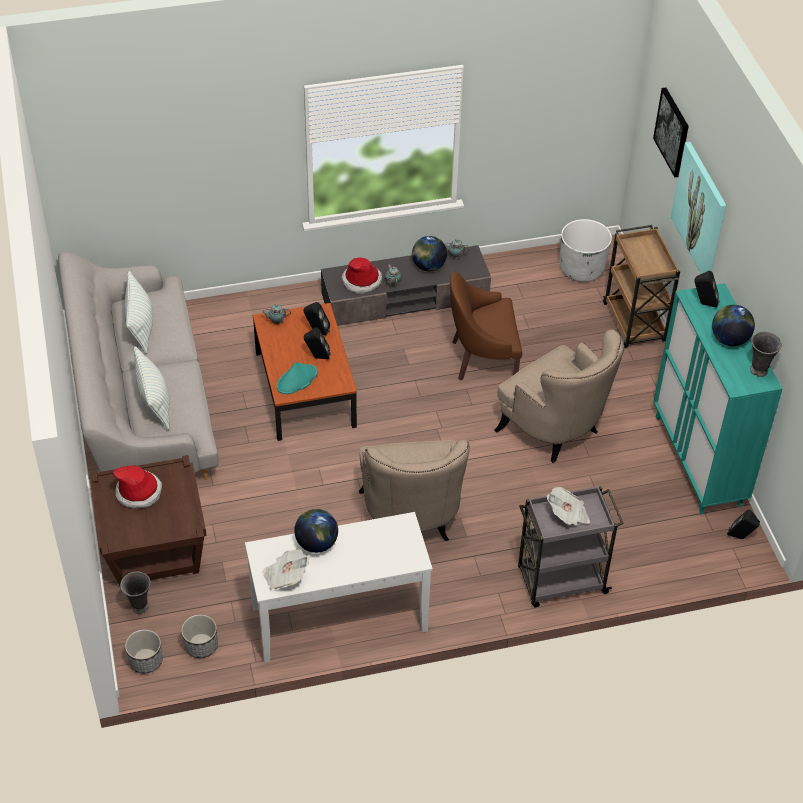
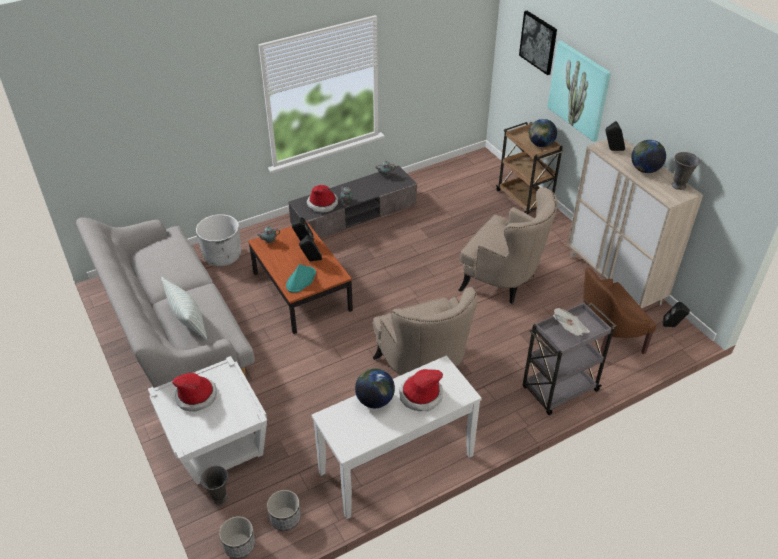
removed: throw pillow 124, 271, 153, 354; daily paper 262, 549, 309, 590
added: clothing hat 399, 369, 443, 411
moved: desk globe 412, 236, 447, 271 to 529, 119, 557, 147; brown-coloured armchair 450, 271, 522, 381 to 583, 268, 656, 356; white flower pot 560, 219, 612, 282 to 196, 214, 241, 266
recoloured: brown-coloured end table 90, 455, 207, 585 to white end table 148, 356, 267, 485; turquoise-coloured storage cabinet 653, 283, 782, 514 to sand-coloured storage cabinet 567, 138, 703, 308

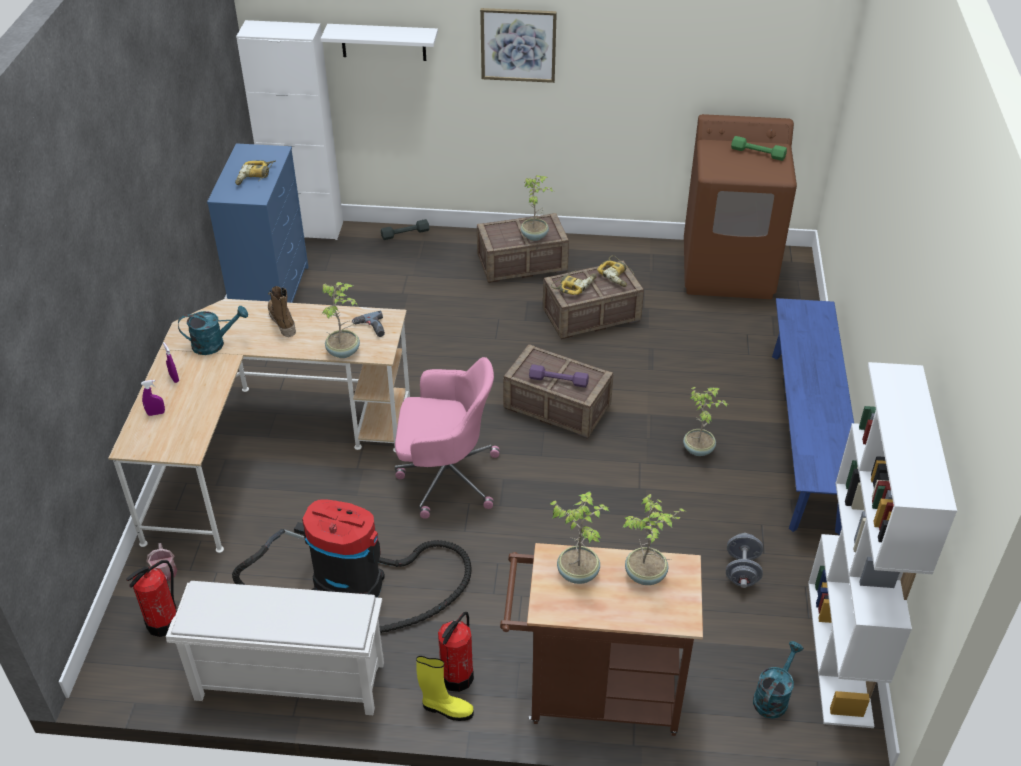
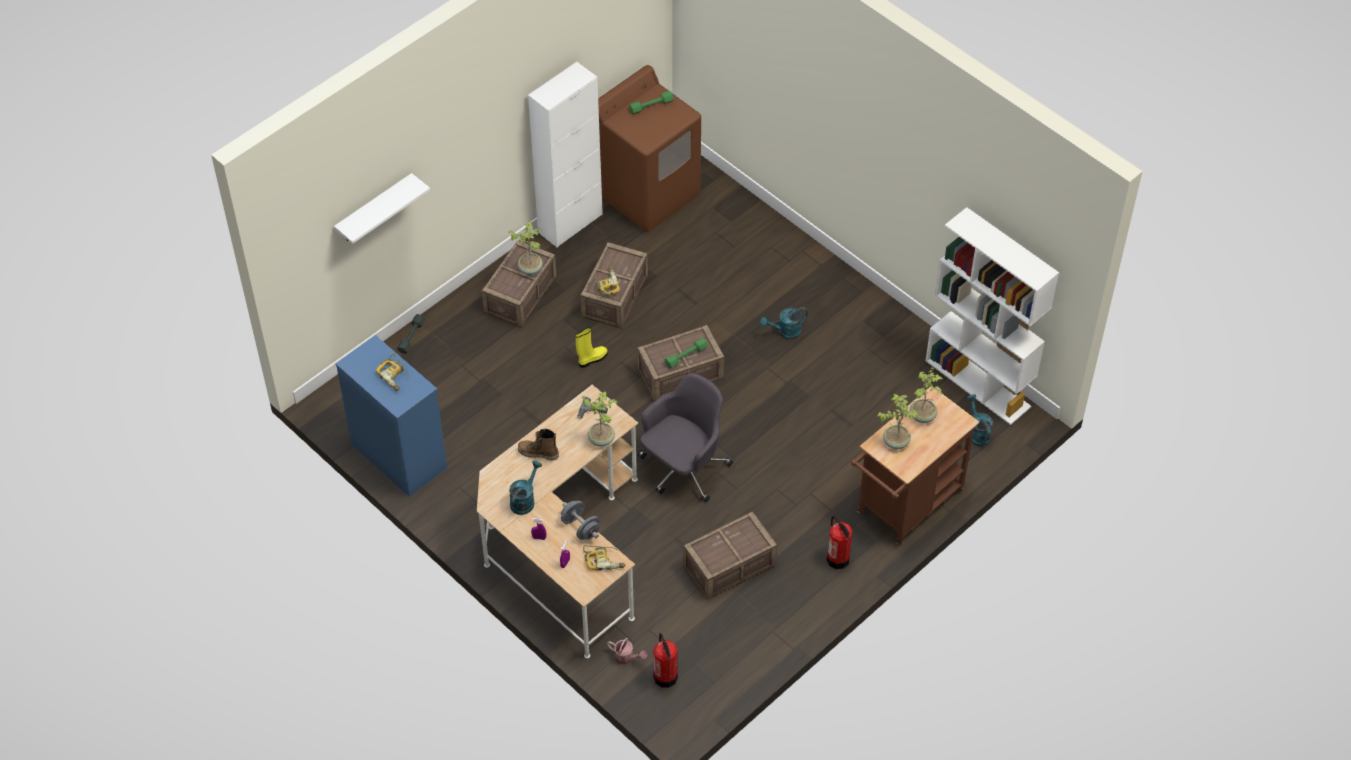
removed: white shoe shelf 166, 581, 384, 715; wall art 480, 8, 557, 83; blue-coloured indoor bench 772, 298, 854, 535
moved: white storage cabinet 236, 20, 343, 240 to 528, 62, 603, 248; yellow-coloured high-top boot 416, 656, 474, 721 to 576, 327, 608, 368; power drill 597, 255, 634, 287 to 583, 545, 626, 571; grey hand weight 726, 533, 763, 588 to 561, 501, 600, 540
replaced: vacuum cleaner 232, 499, 471, 633 to packing crate 683, 511, 778, 599; houseplant 683, 387, 730, 456 to turquoise-coloured watering can 760, 307, 807, 339
recoloured: pink-coloured computer chair 395, 357, 500, 519 to grey computer chair 638, 374, 733, 502; purplish hand weight 529, 364, 589, 388 to greenish hand weight 665, 338, 708, 368

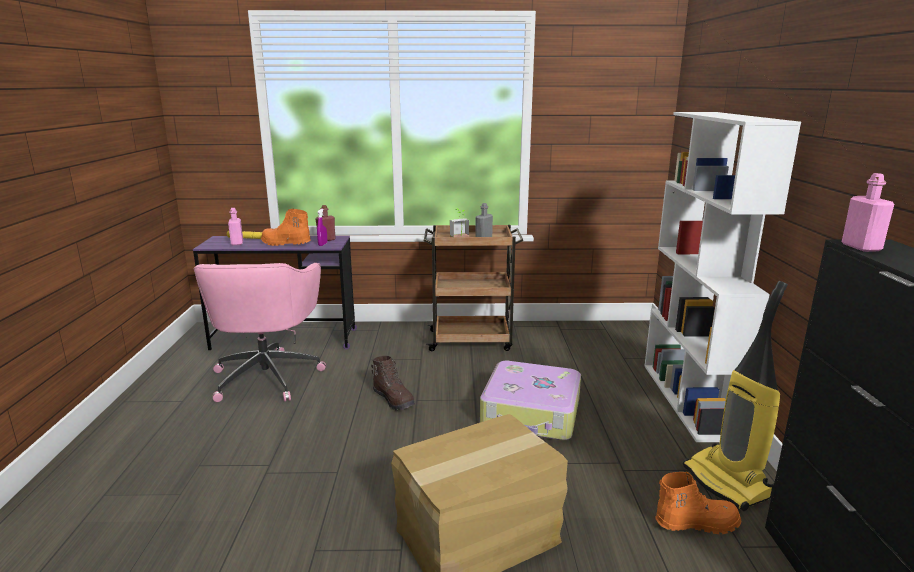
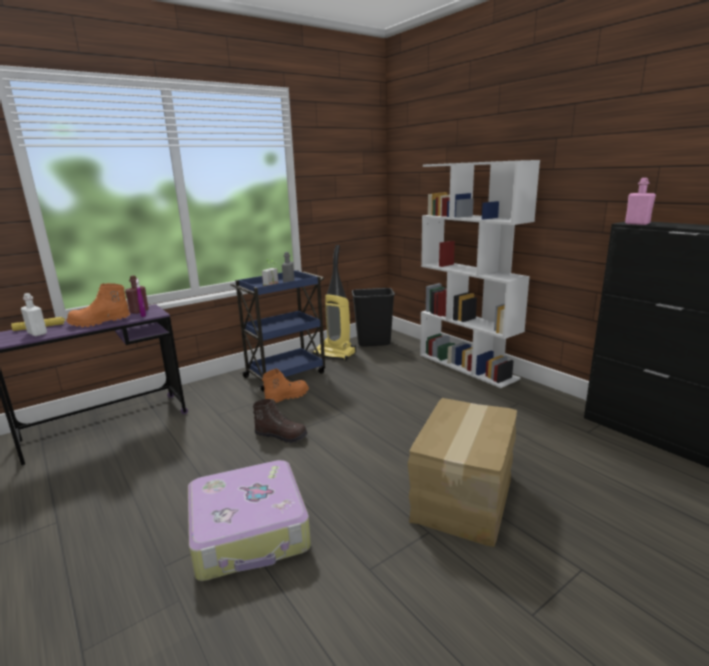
removed: pink-coloured computer chair 194, 263, 326, 402
added: blackish waste bin 352, 288, 395, 347
moved: piece of luggage 480, 361, 581, 440 to 188, 460, 311, 581; orange high-top boot 655, 471, 742, 534 to 262, 368, 309, 403; vacuum cleaner 683, 281, 788, 511 to 313, 245, 356, 361
recoloured: pink-coloured bottle 228, 208, 243, 246 to white bottle 21, 293, 47, 336; brown-coloured cart 424, 225, 524, 351 to blue-coloured cart 230, 270, 325, 392

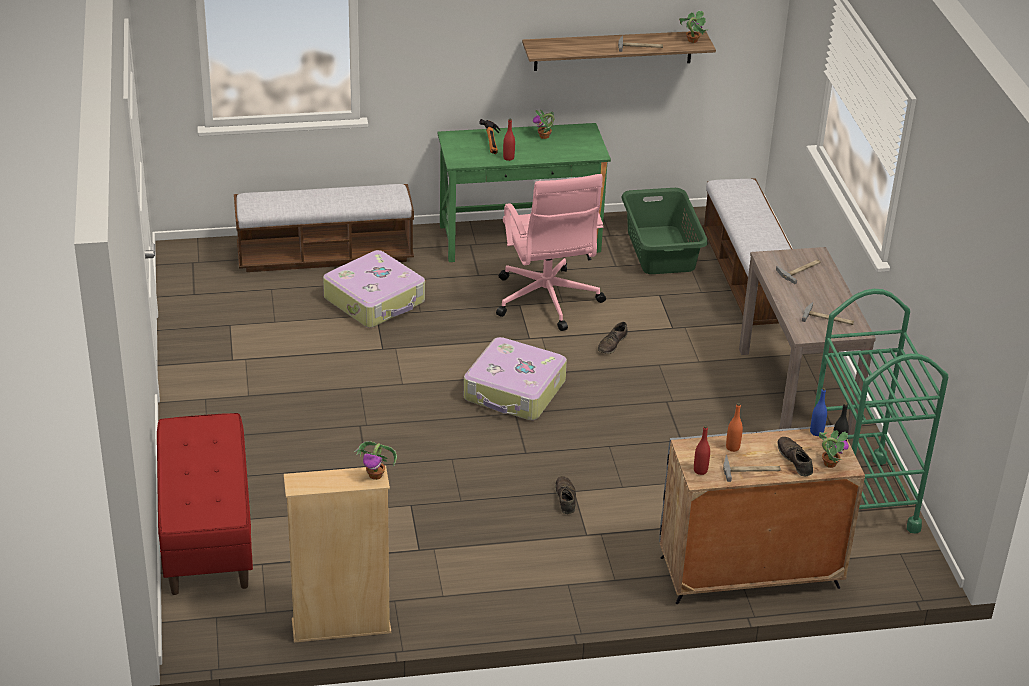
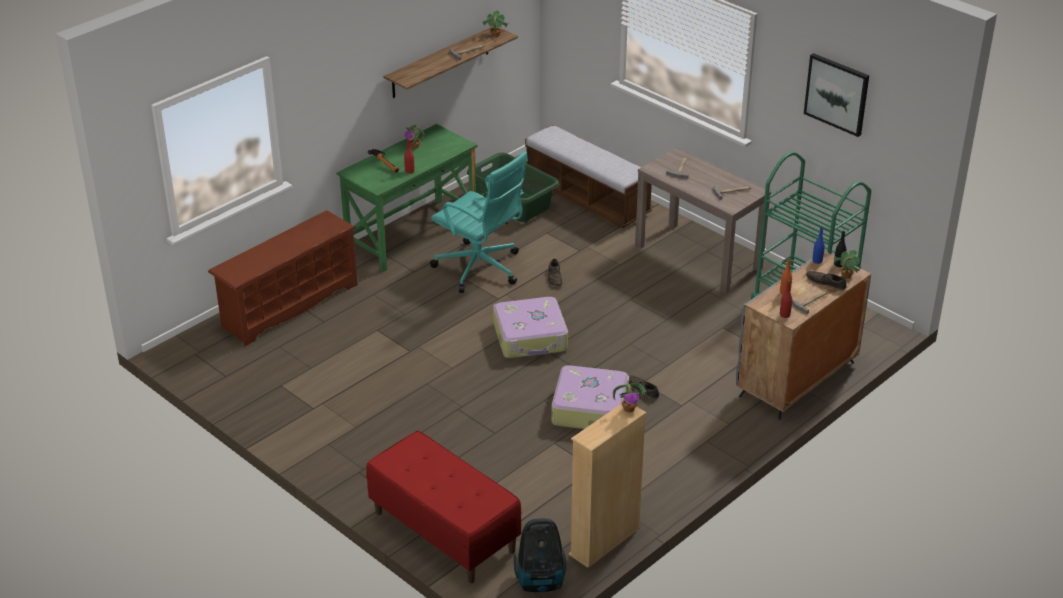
added: vacuum cleaner 514, 518, 566, 592; wall art 804, 53, 869, 137
moved: piece of luggage 323, 250, 425, 327 to 551, 365, 629, 429
replaced: indoor bench 234, 184, 414, 272 to brown-coloured shoe shelf 208, 210, 358, 346
recoloured: pink-coloured computer chair 496, 174, 606, 331 to turquoise-coloured computer chair 430, 151, 528, 293

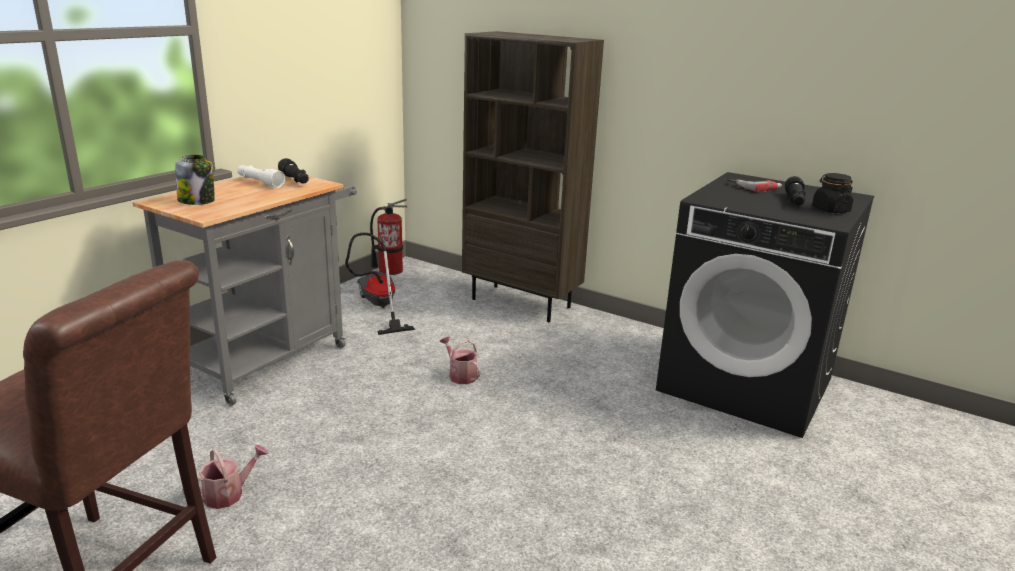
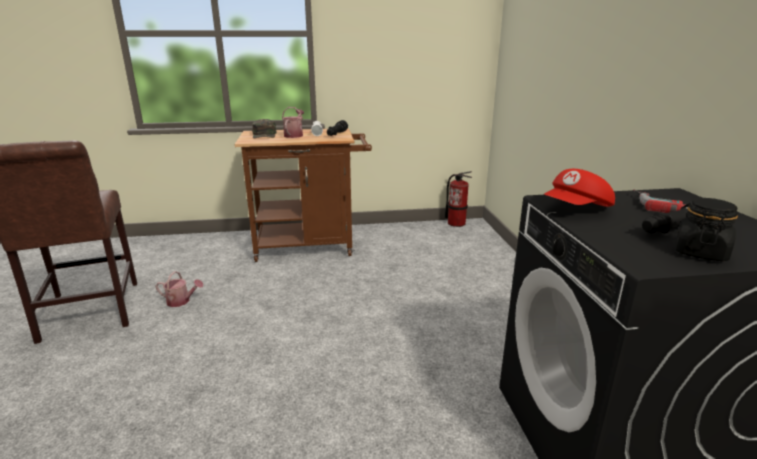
removed: vacuum cleaner 345, 233, 415, 335; brown-coloured bookcase 462, 31, 604, 322
added: reddish baseball cap 544, 169, 615, 207
moved: watering can 440, 336, 481, 384 to 282, 107, 304, 138
replaced: preserve jar 175, 154, 215, 205 to greenish baseball cap 252, 119, 277, 138
recoloured: grey cart 133, 169, 357, 406 to brown-coloured cart 234, 128, 372, 262

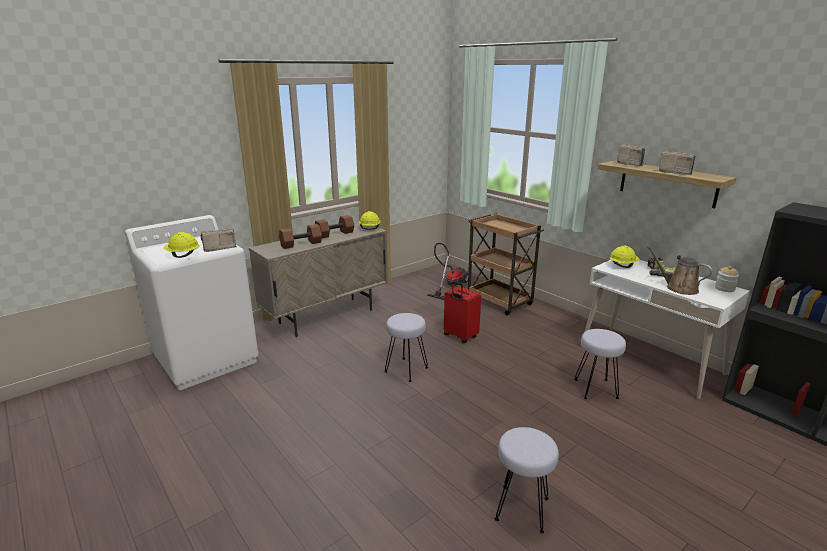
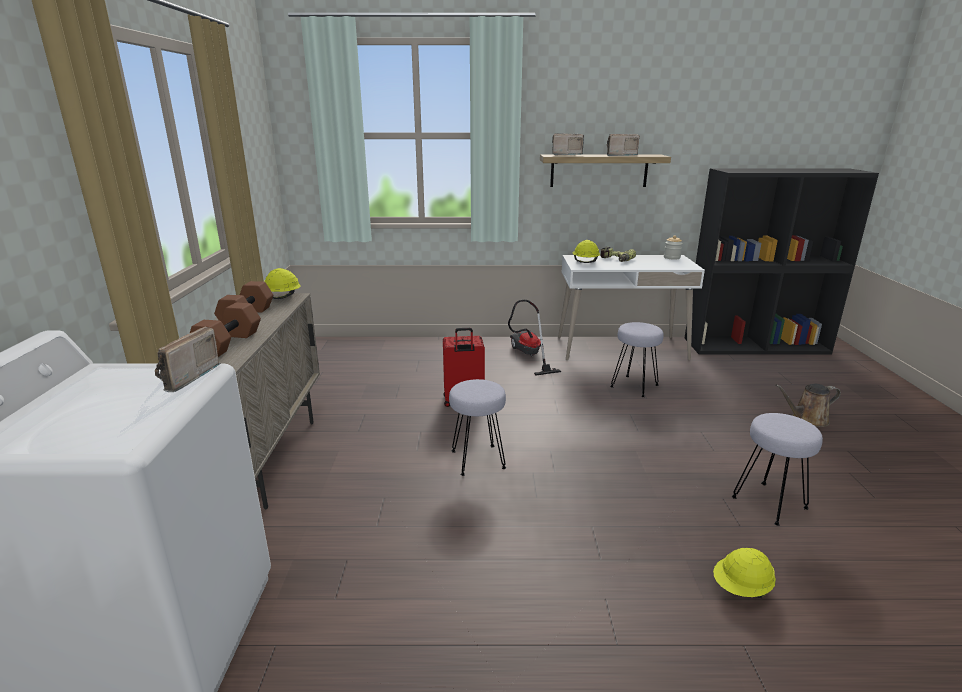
removed: brown-coloured cart 468, 214, 544, 316
moved: yellow-coloured work helmet 163, 232, 200, 258 to 713, 548, 776, 598; vacuum cleaner 427, 243, 468, 300 to 508, 300, 561, 376; brown-coloured watering can 647, 246, 713, 295 to 775, 384, 841, 427

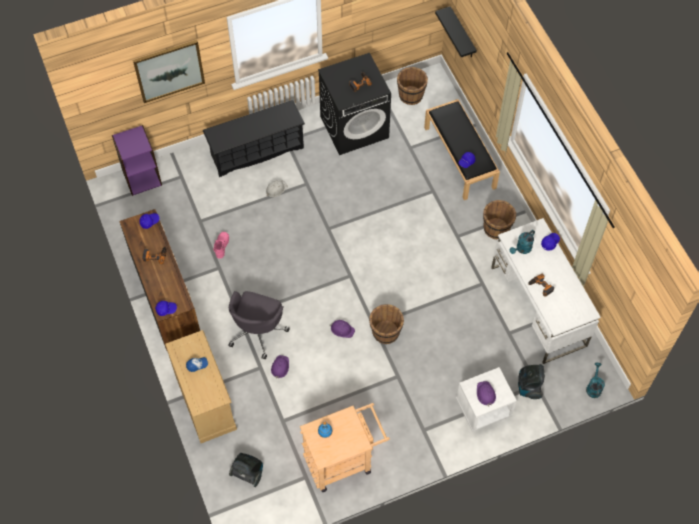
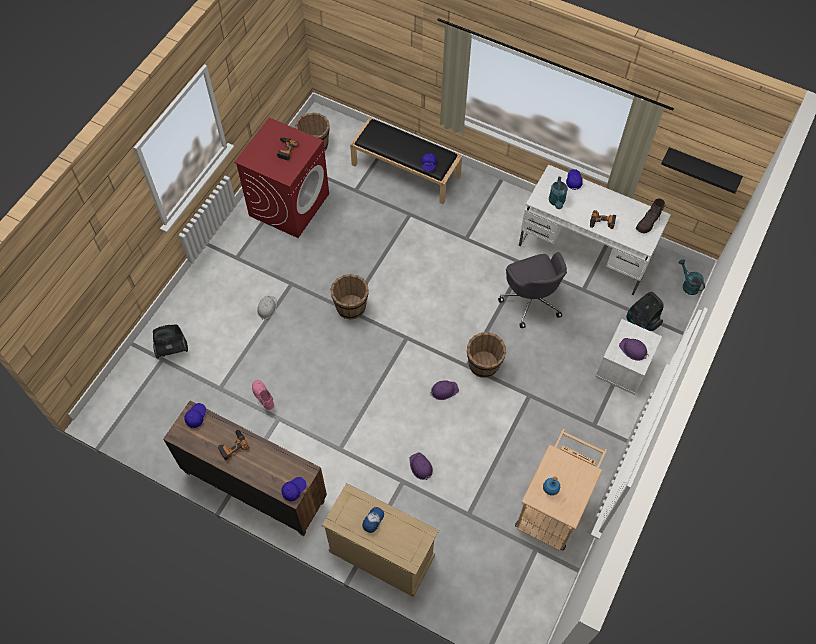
removed: purplish bookcase 112, 125, 162, 196; wall art 133, 40, 205, 103; blackish shoe shelf 203, 100, 305, 177
added: brown-coloured high-top boot 636, 198, 665, 234
moved: grey computer chair 228, 291, 290, 359 to 498, 252, 567, 328; vacuum cleaner 229, 453, 263, 487 to 153, 324, 188, 359; blackish wall shelf 435, 6, 477, 58 to 661, 147, 743, 194; brown-coloured pail 483, 200, 516, 239 to 330, 274, 369, 319
recoloured: blackish laundry appliance 318, 53, 391, 155 to reddish laundry appliance 234, 117, 329, 238

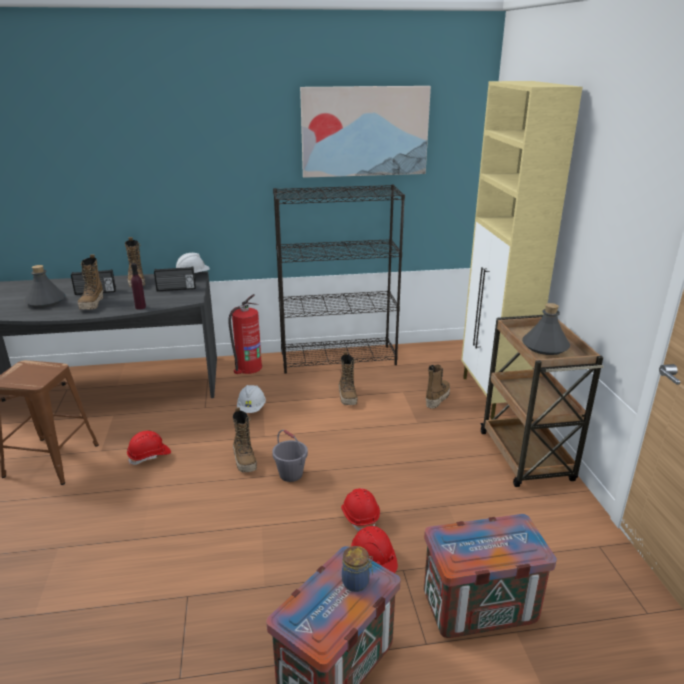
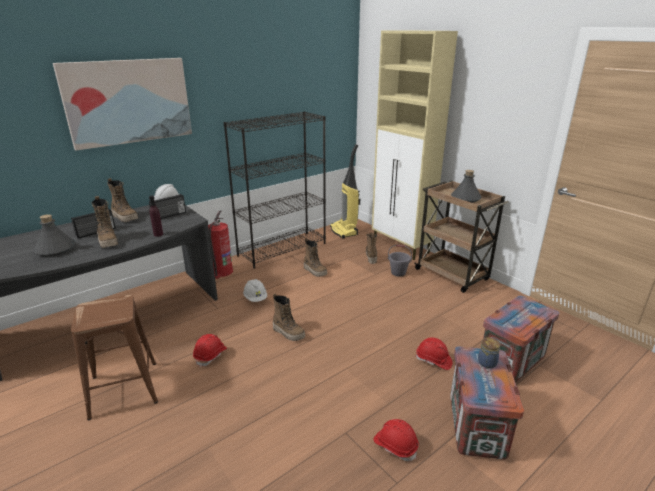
added: vacuum cleaner 330, 144, 360, 239
moved: grey pail 272, 430, 308, 482 to 388, 244, 412, 277; wall art 300, 86, 431, 178 to 53, 58, 192, 151; reddish work helmet 341, 488, 380, 531 to 373, 419, 419, 461

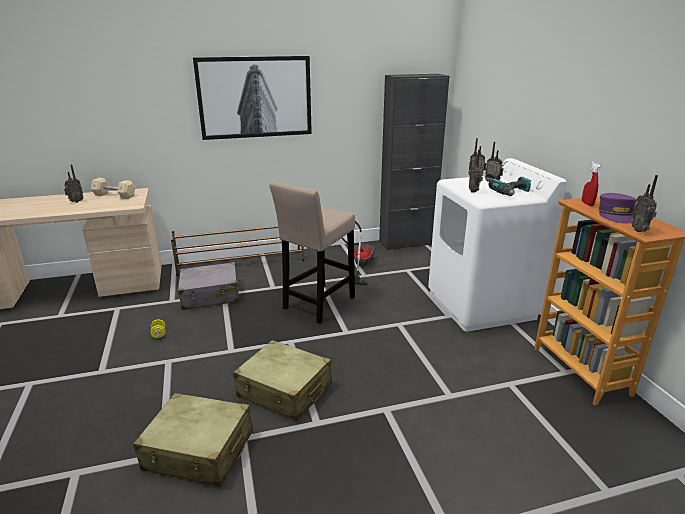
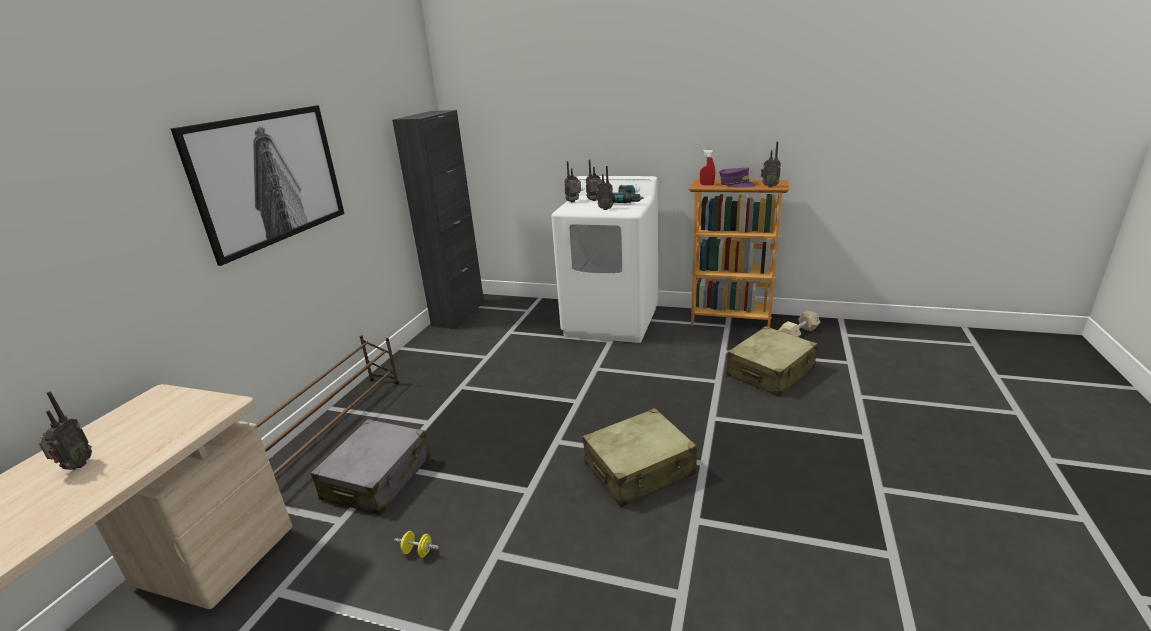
removed: sand-coloured stool seat 269, 181, 355, 324; vacuum cleaner 342, 221, 376, 285
moved: sand-coloured hand weight 91, 178, 135, 199 to 779, 310, 821, 337; sand-coloured piece of luggage 133, 393, 253, 487 to 726, 326, 818, 397

